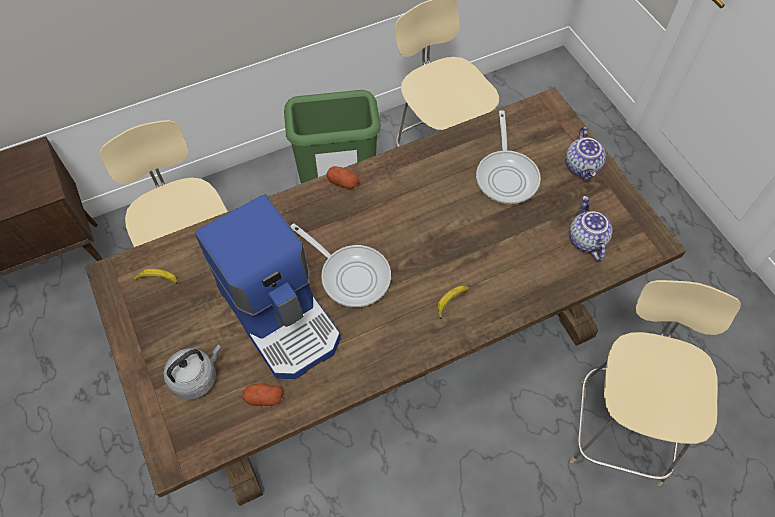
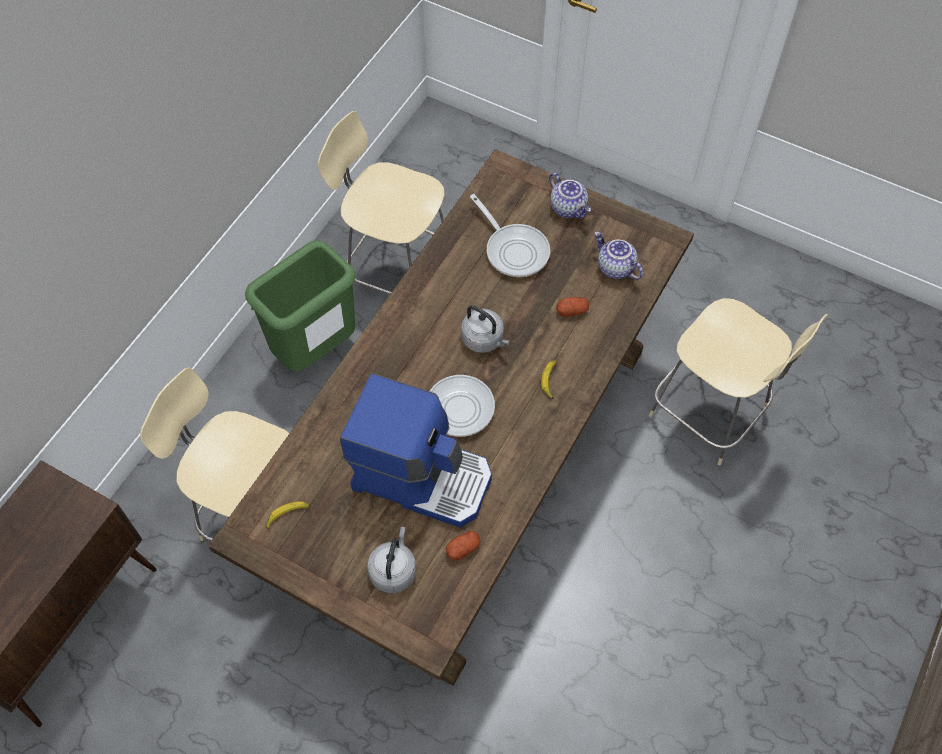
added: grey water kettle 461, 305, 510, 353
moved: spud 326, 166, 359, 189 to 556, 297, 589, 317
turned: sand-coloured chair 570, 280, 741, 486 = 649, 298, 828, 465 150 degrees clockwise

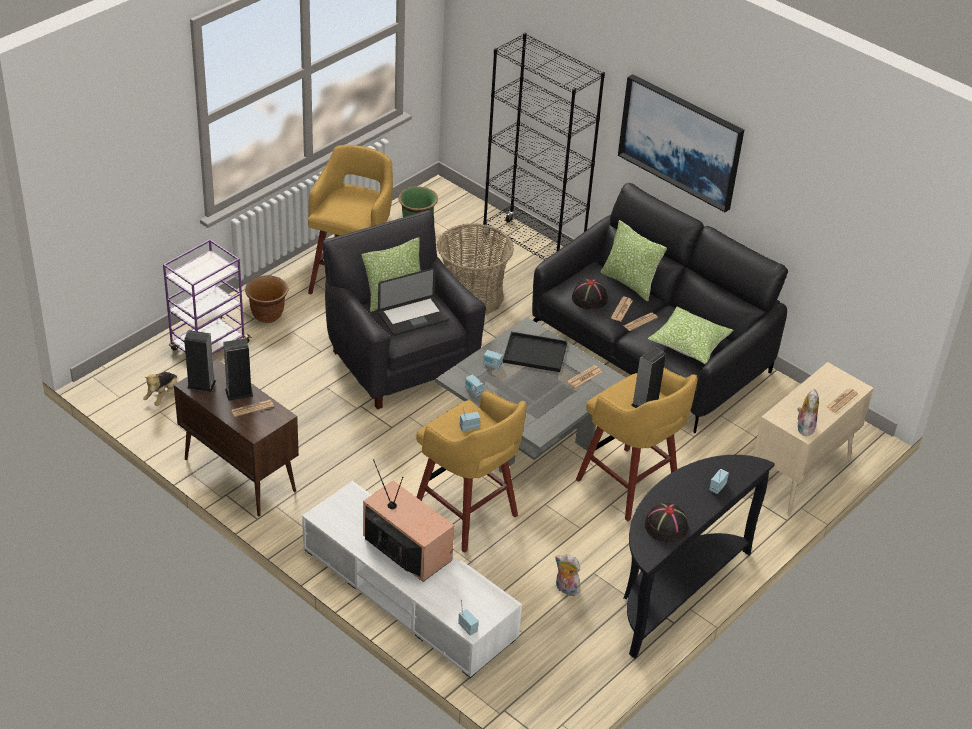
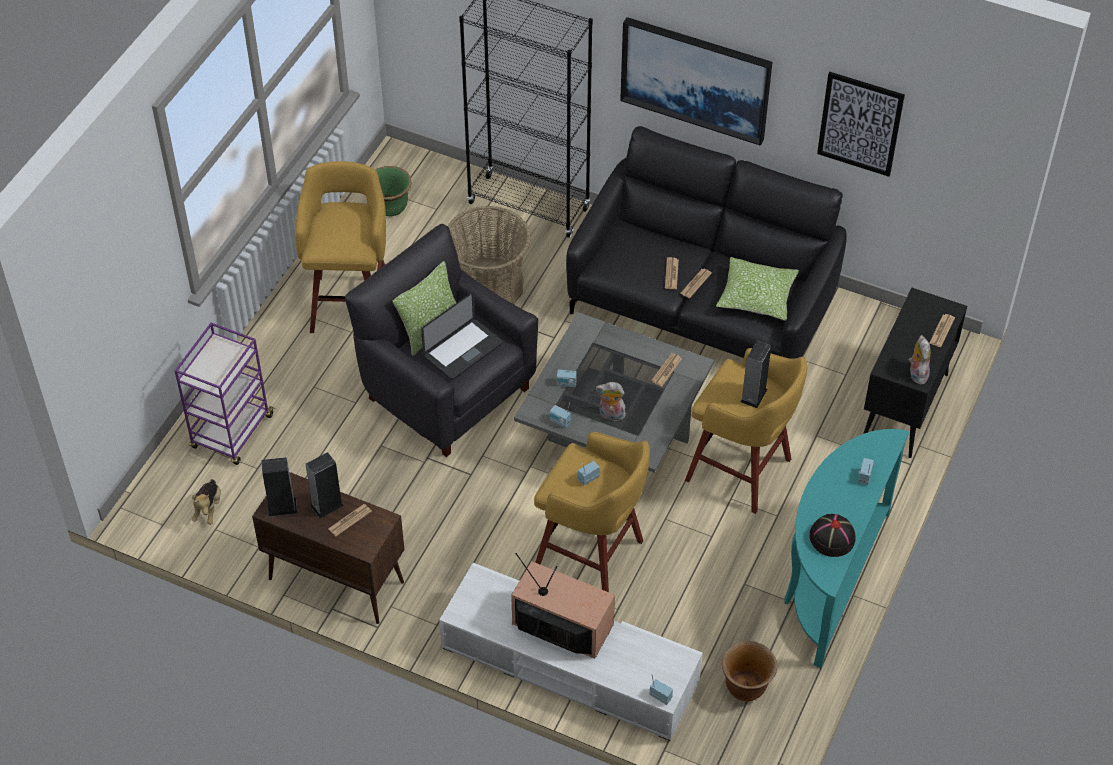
removed: blackish carrying tray 503, 332, 567, 372; blackish clothing hat 572, 279, 608, 310; throw pillow 601, 220, 667, 301
added: wall art 817, 72, 905, 177
moved: brown-coloured flower pot 245, 275, 289, 323 to 722, 641, 777, 701; soft toy 555, 554, 580, 596 to 596, 382, 626, 421
recoloured: blackish hall table 623, 455, 775, 658 to turquoise-coloured hall table 784, 429, 909, 668; sand-coloured storage cabinet 751, 362, 874, 515 to blackish storage cabinet 863, 288, 967, 458

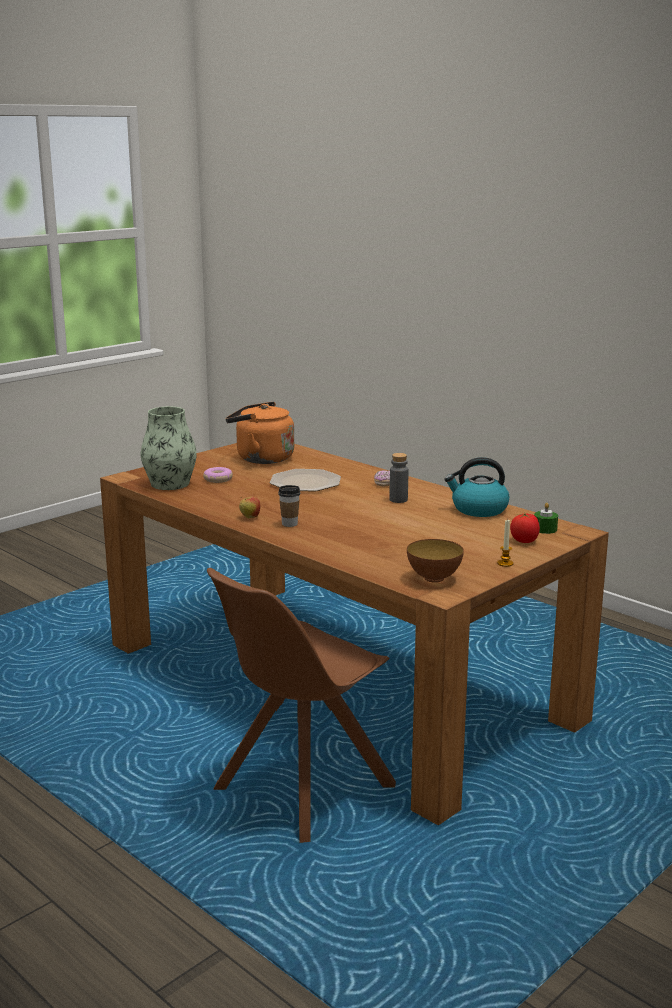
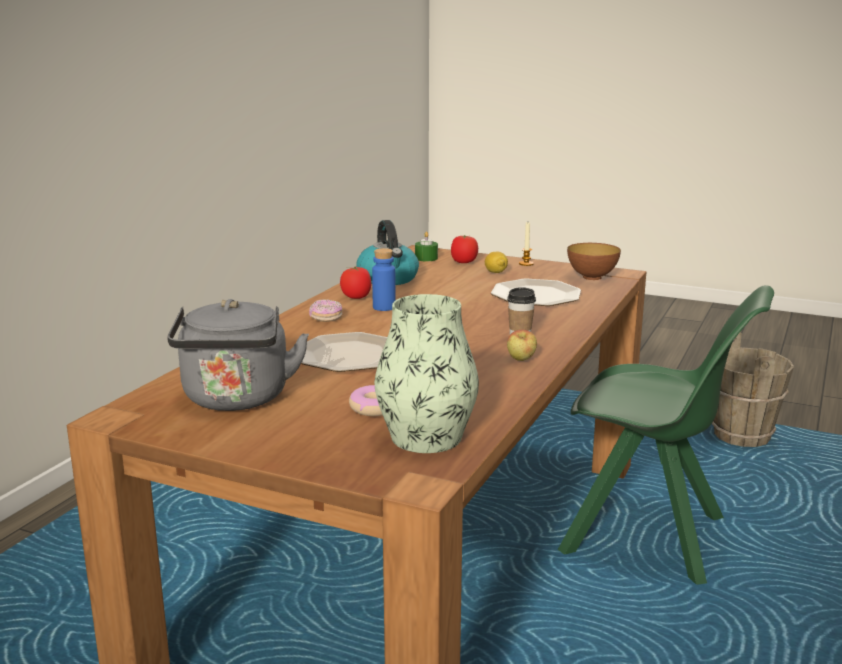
added: tomato 340, 267, 371, 299; lemon 485, 252, 508, 273; dinner plate 491, 278, 581, 306; brown-coloured pail 712, 333, 794, 447
recoloured: brown-coloured chair 207, 568, 396, 843 to greenish chair 558, 285, 774, 585; orange water kettle 226, 402, 294, 464 to grey water kettle 167, 299, 309, 411; grey bottle 390, 453, 408, 503 to blue-coloured bottle 372, 248, 396, 311

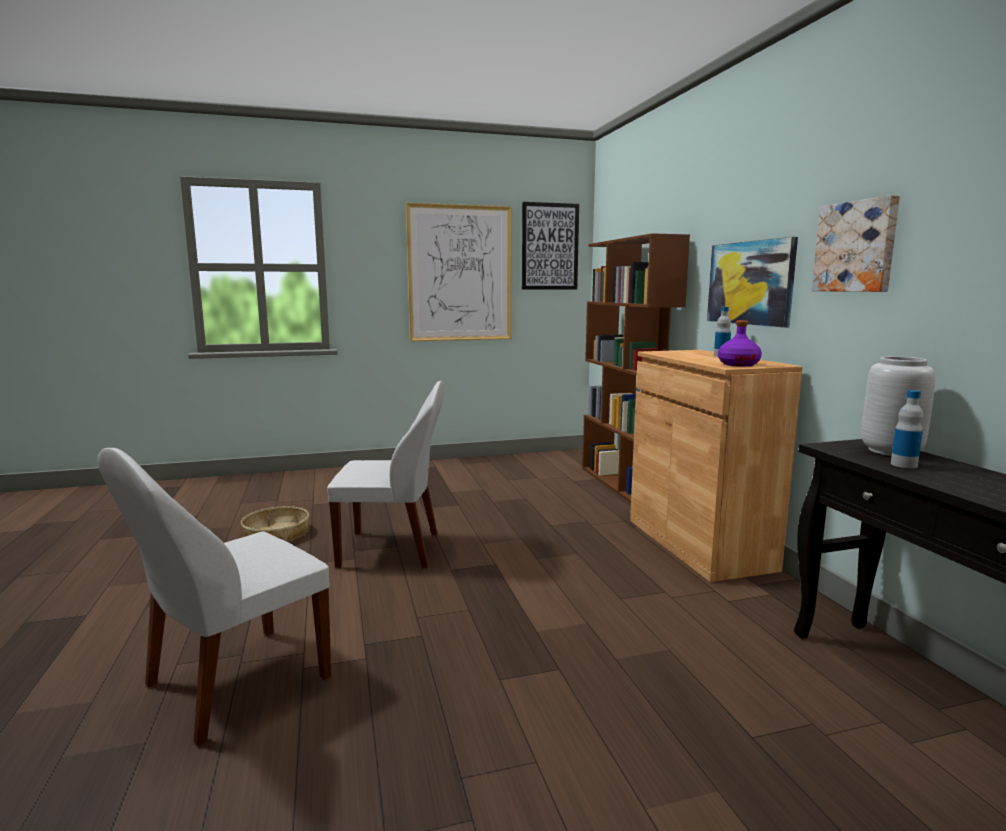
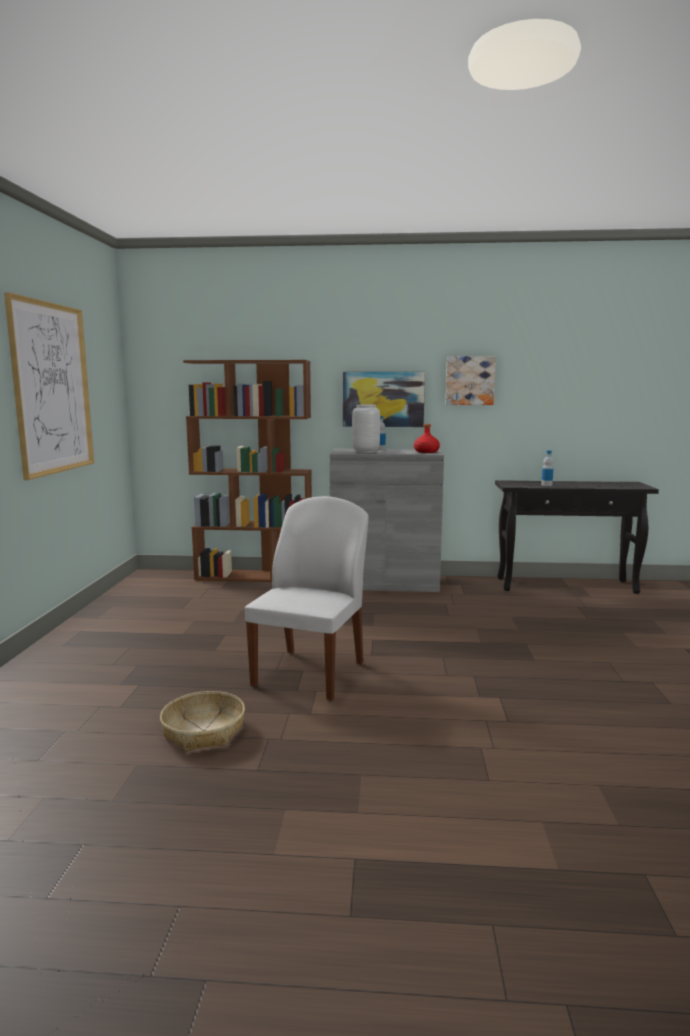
removed: white chair 97, 448, 331, 746; wall art 522, 202, 579, 289
moved: grey vase 861, 356, 936, 456 to 352, 405, 380, 453
recoloured: brown-coloured storage cabinet 630, 350, 802, 582 to grey storage cabinet 330, 449, 444, 592; purplish bottle 718, 320, 762, 366 to reddish bottle 414, 424, 440, 453

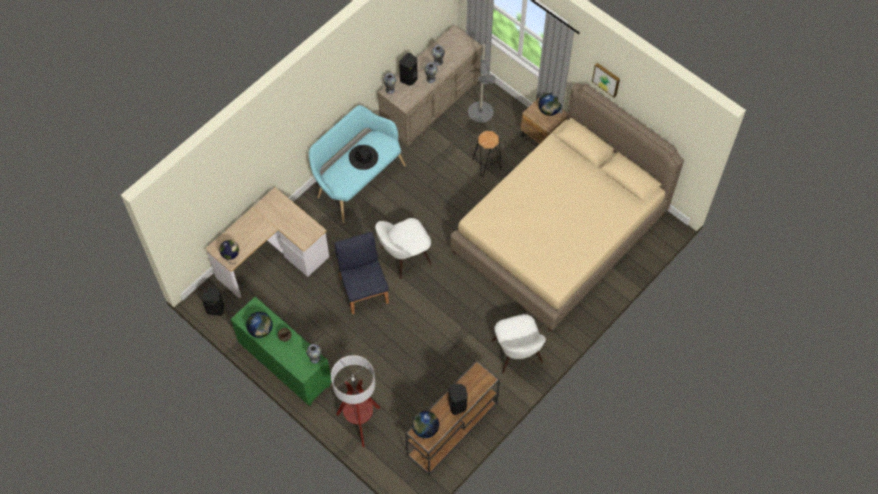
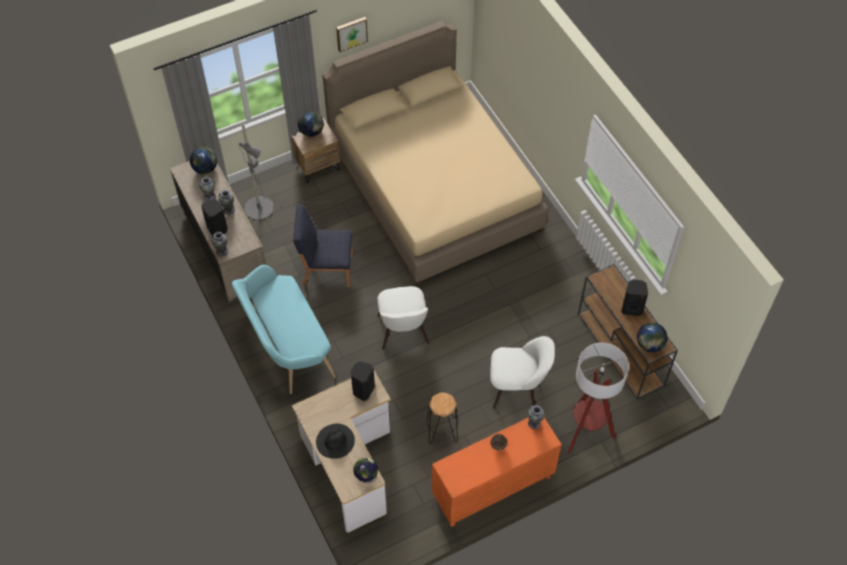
moved: blackish audio speaker 201, 288, 224, 316 to 351, 361, 375, 401; desk globe 246, 312, 273, 338 to 190, 147, 217, 174; blue-coloured chair 334, 232, 389, 314 to 293, 205, 353, 287; blackish clothing hat 349, 145, 378, 170 to 316, 424, 355, 459; blackish stool seat 473, 131, 502, 176 to 427, 392, 458, 444; white chair 491, 314, 546, 373 to 490, 336, 555, 409
recoloured: greenish storage cabinet 231, 296, 332, 407 to orange storage cabinet 432, 418, 562, 527

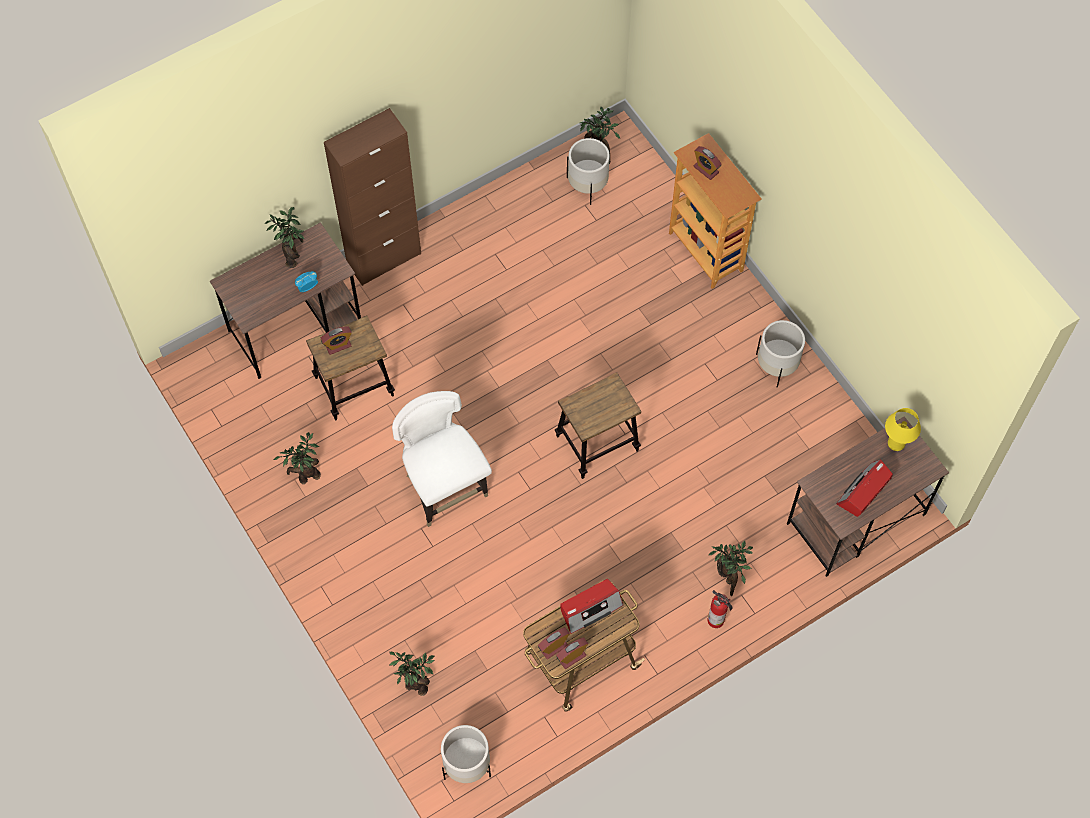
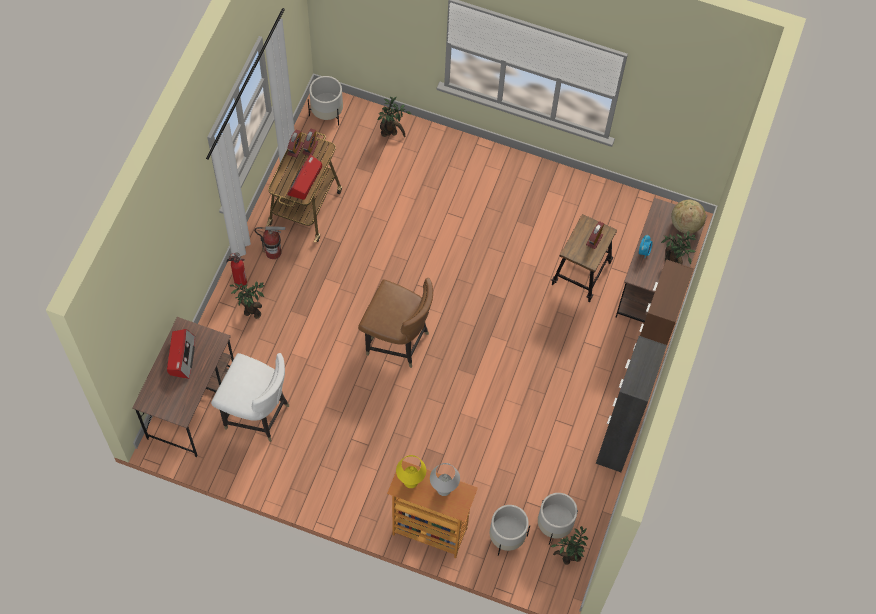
removed: houseplant 273, 432, 321, 484
added: extinguisher 254, 226, 286, 259; blackish storage cabinet 596, 336, 667, 472; desk globe 671, 200, 706, 234
moved: white chair 392, 391, 492, 527 to 211, 353, 289, 442; white flower pot 756, 320, 805, 387 to 490, 505, 530, 556; yellow-coloured lamp for a table 885, 408, 921, 451 to 396, 455, 426, 488
replaced: stool seat 555, 372, 641, 479 to brown-coloured chair 358, 278, 433, 368; alarm clock 694, 146, 722, 180 to white lamp for a table 430, 463, 460, 496

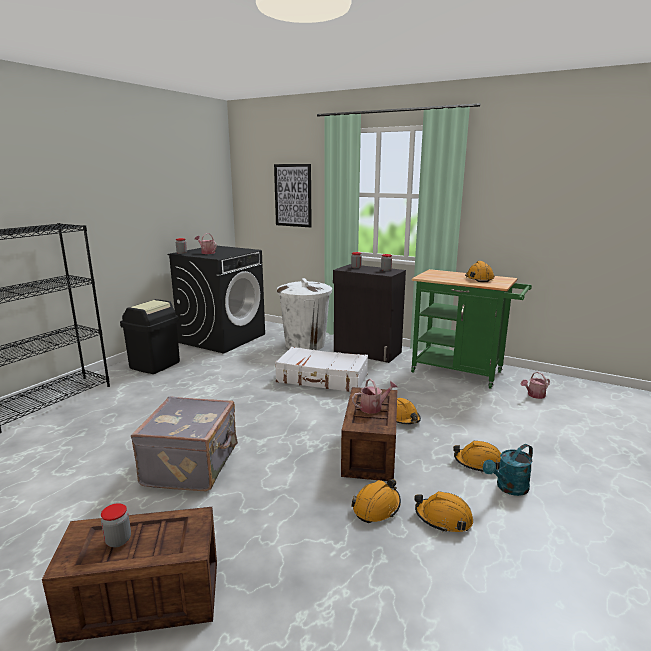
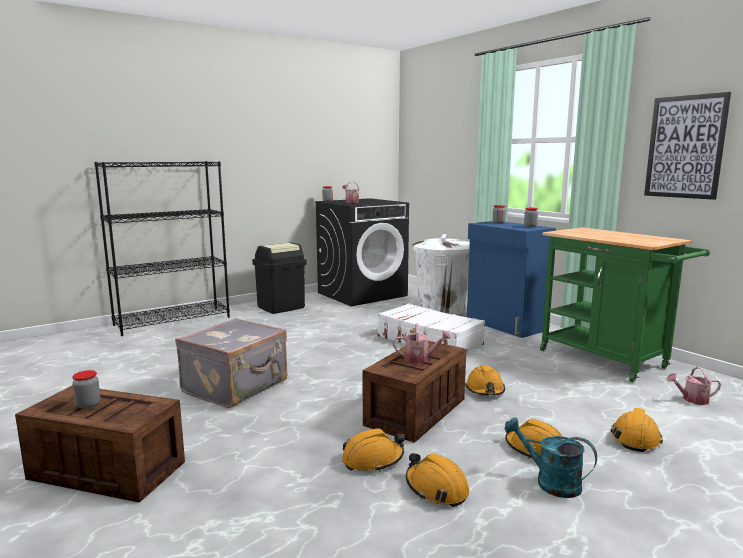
moved: wall art 274, 164, 312, 227 to 644, 92, 731, 200; orange work helmet 465, 261, 495, 282 to 610, 408, 663, 452
recoloured: blackish storage cabinet 333, 264, 406, 363 to blue-coloured storage cabinet 467, 221, 556, 338
turned: turquoise-coloured watering can 483, 444, 533, 496 = 505, 418, 597, 498 45 degrees clockwise

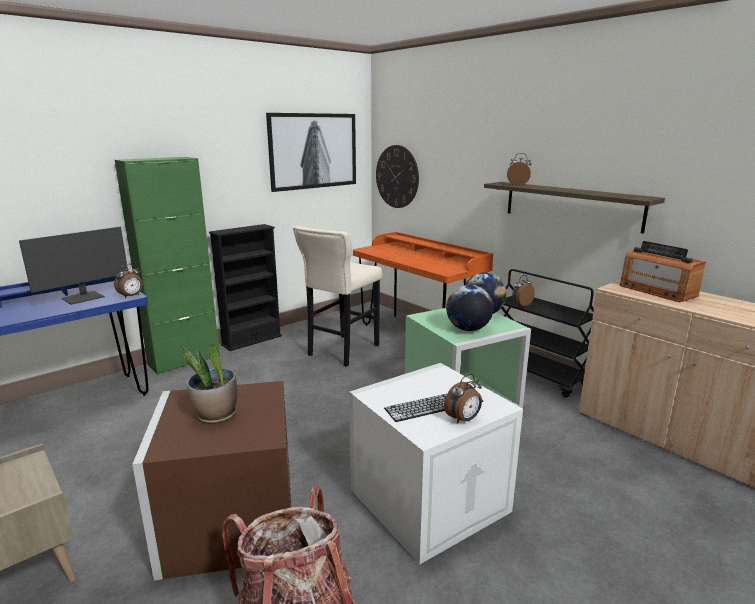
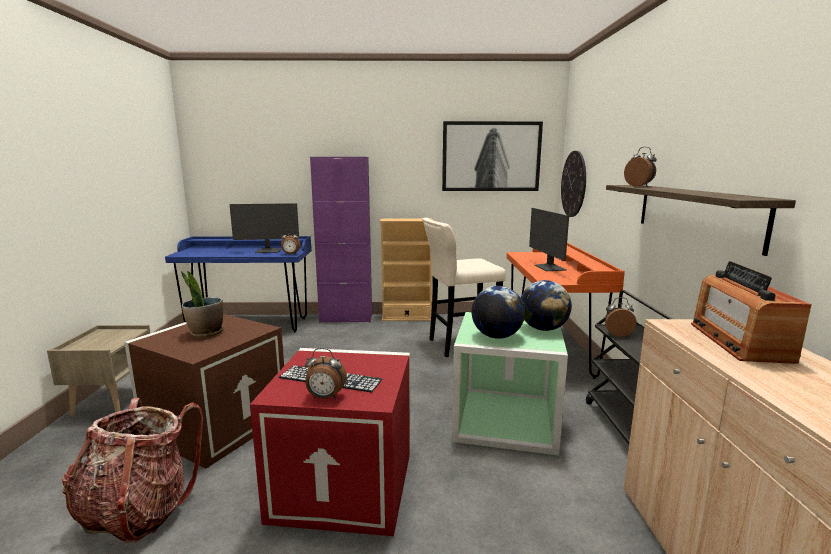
added: computer display 529, 208, 569, 271
recoloured: greenish storage cabinet 115, 157, 220, 375 to purplish storage cabinet 310, 157, 372, 323; blackish bookcase 209, 224, 282, 351 to sand-coloured bookcase 380, 219, 433, 321; white storage container 349, 363, 523, 564 to reddish storage container 250, 348, 410, 536

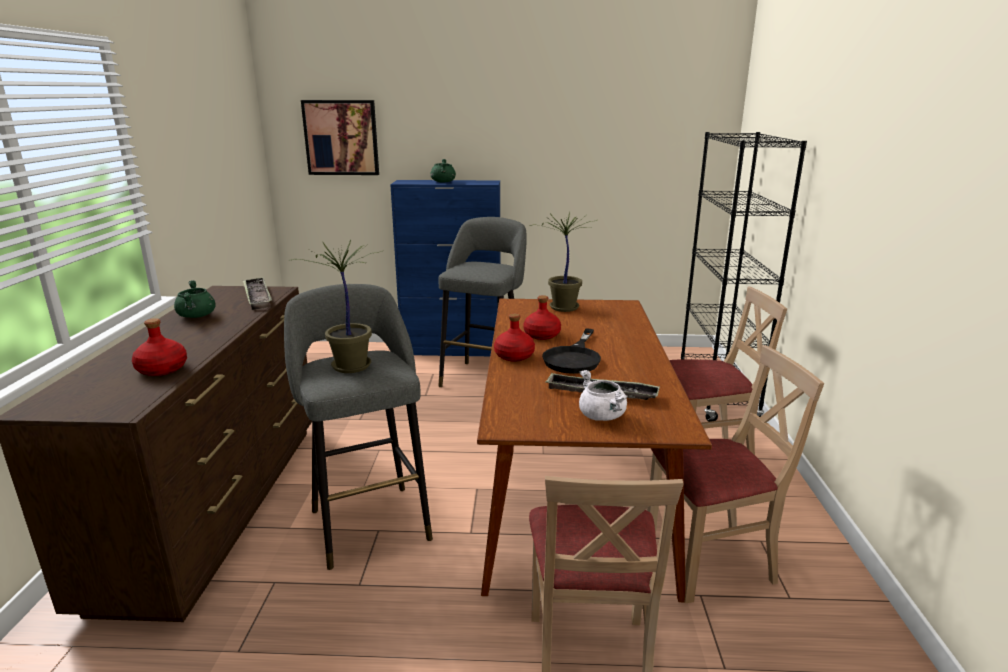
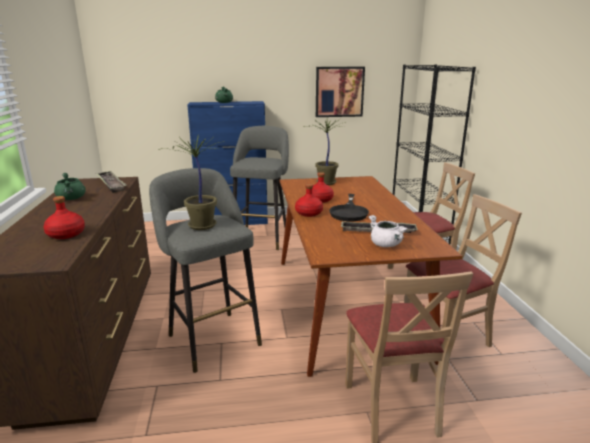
moved: wall art 301, 100, 379, 175 to 316, 67, 365, 117

